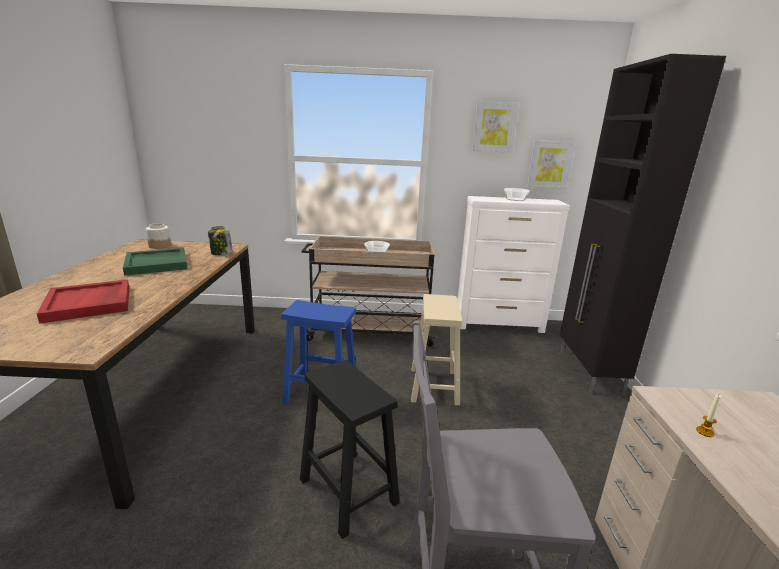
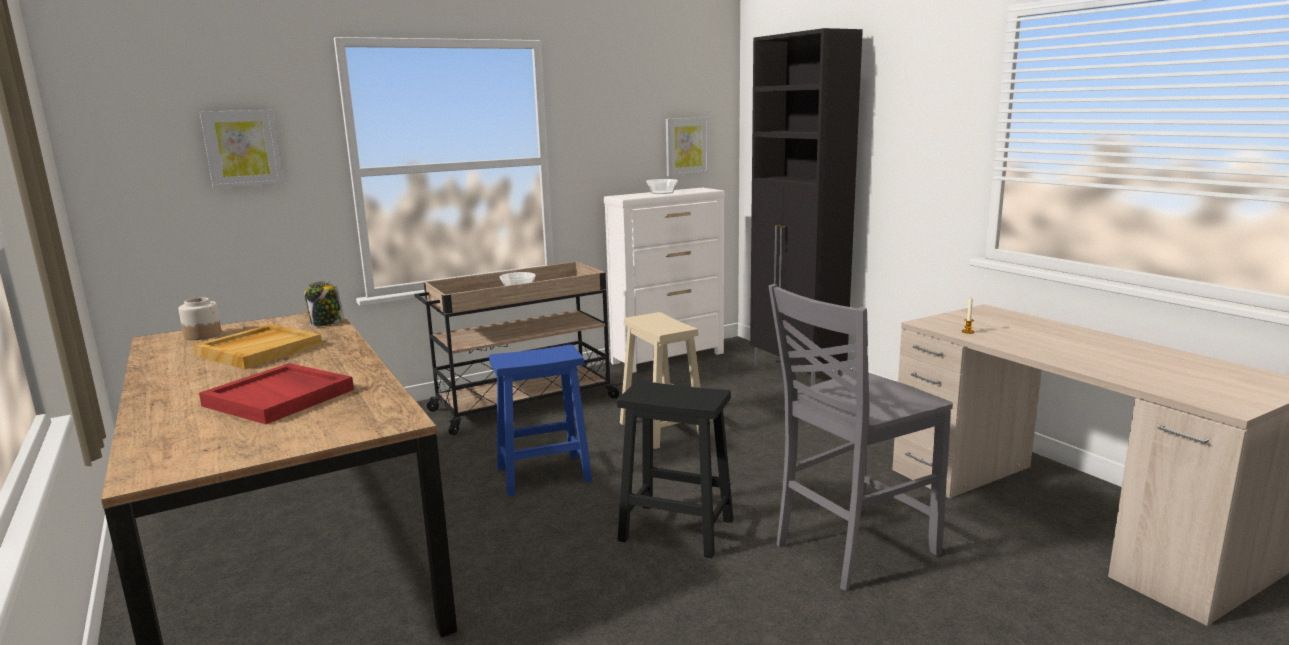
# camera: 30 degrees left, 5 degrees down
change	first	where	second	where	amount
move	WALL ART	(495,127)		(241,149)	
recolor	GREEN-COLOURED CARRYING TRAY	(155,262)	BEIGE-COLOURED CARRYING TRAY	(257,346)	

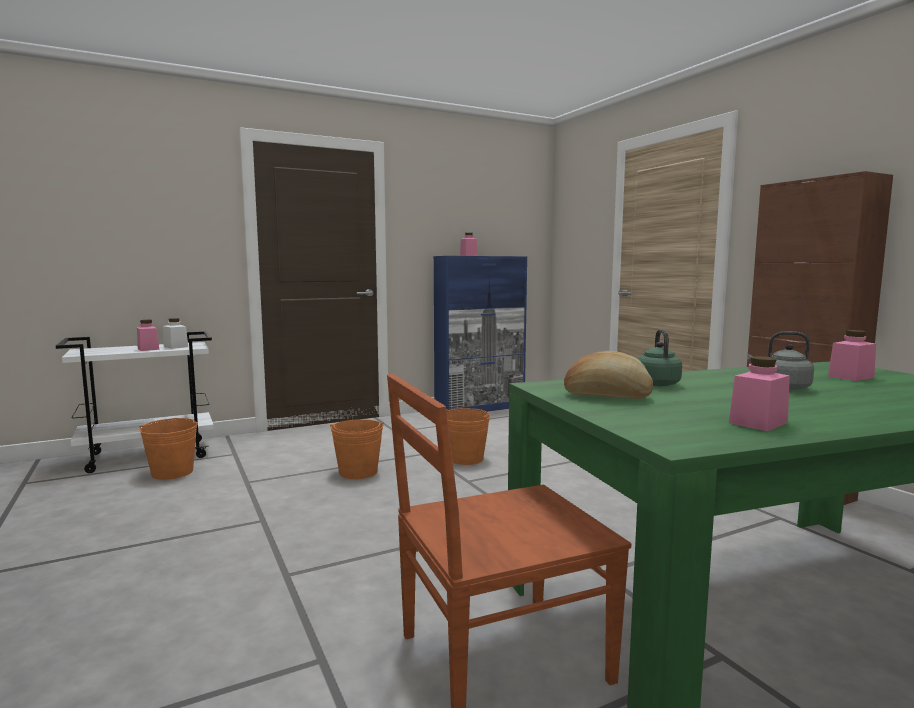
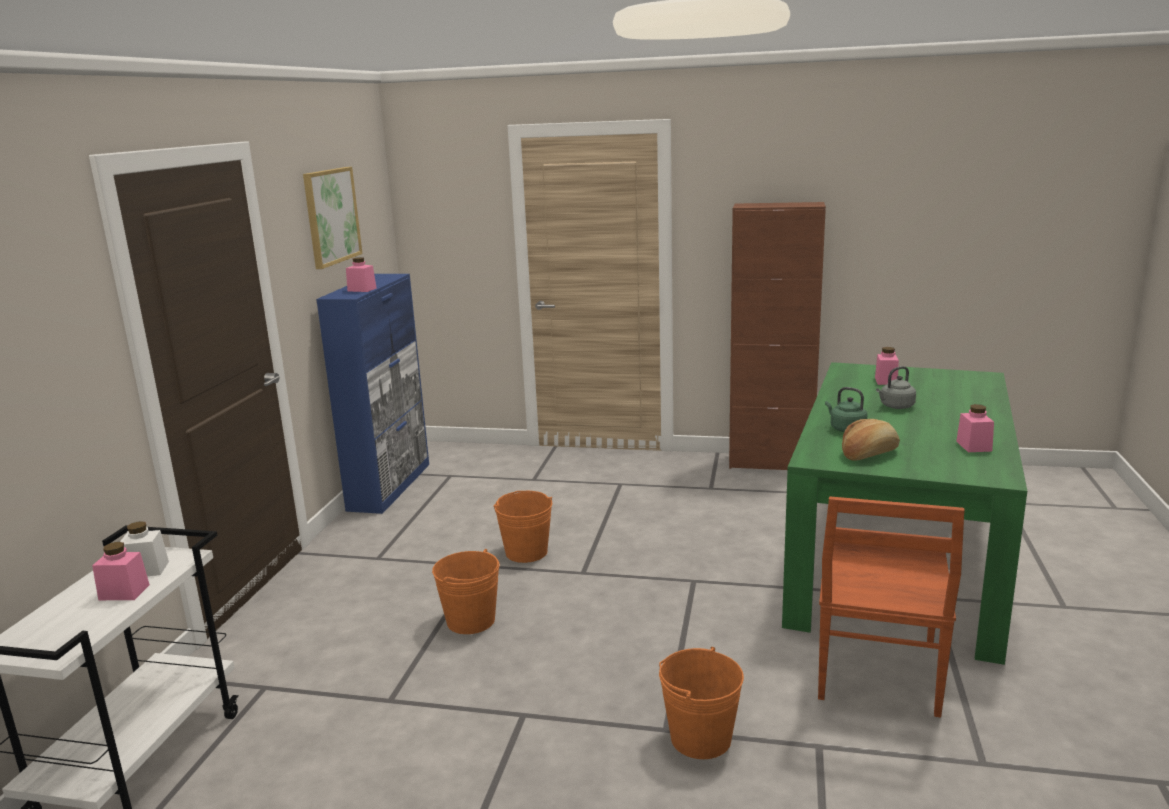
# camera: 50 degrees left, 10 degrees up
change	first	where	second	where	amount
insert			WALL ART	(332,218)	
move	ORANGE WATER BUCKET	(168,449)		(701,703)	

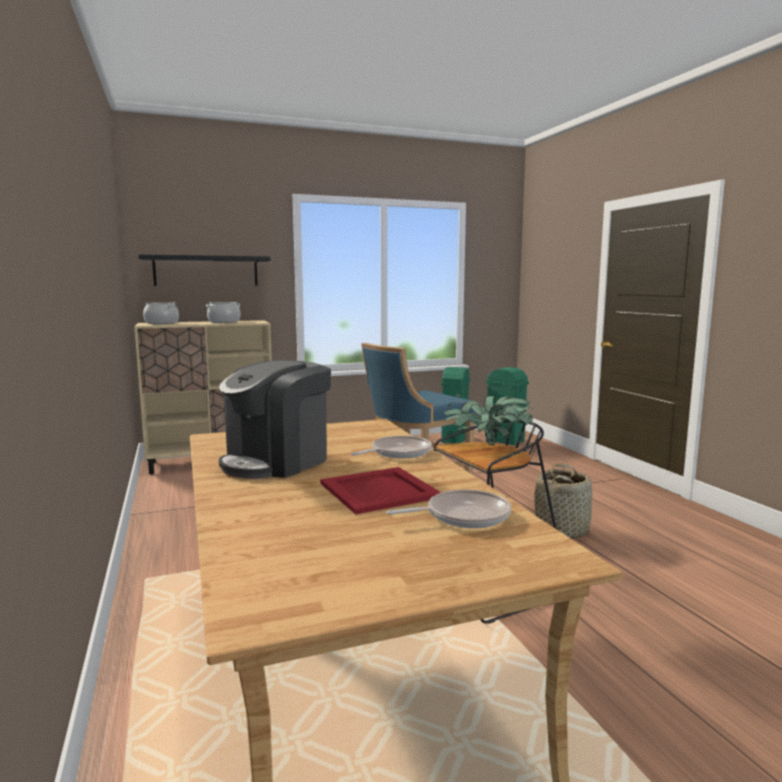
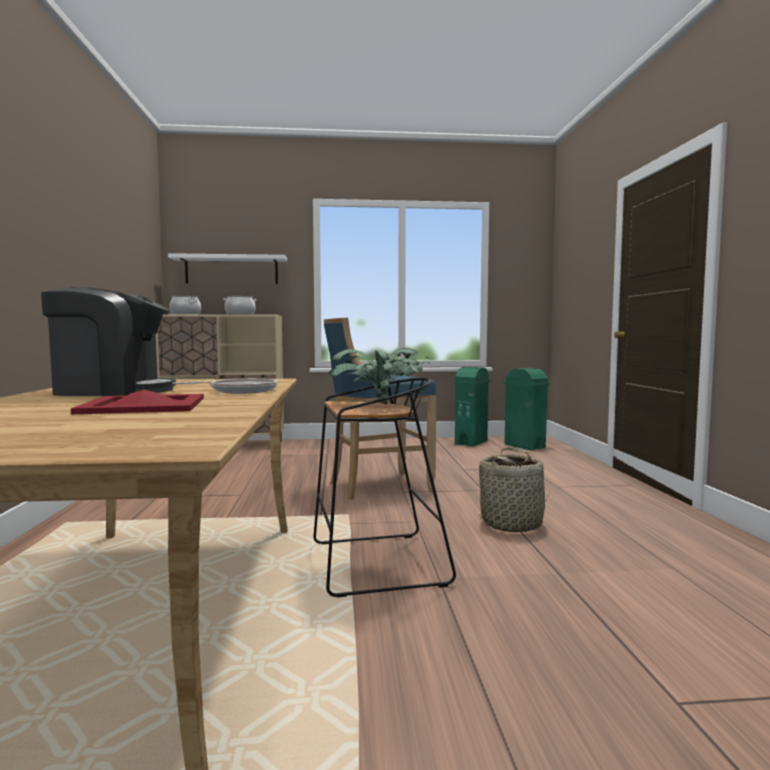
# camera: 15 degrees right, 5 degrees down
change	first	where	second	where	amount
delete	PAN	(448,509)			
recolor	BLACK WALL SHELF	(204,270)	WHITISH WALL SHELF	(227,268)	
rotate	COFFEE BREWER	(275,419)		(108,341)	150 degrees counterclockwise

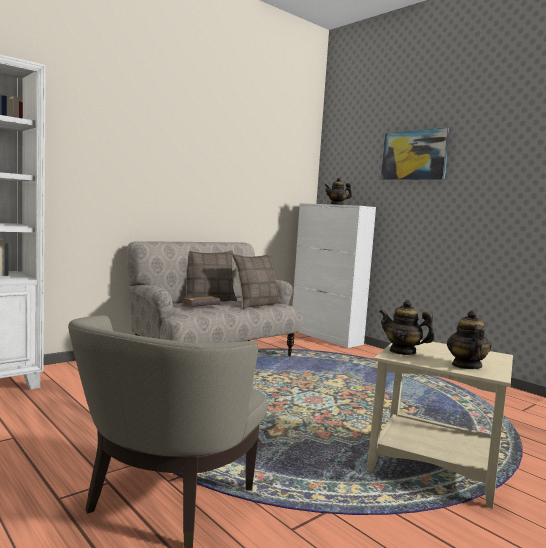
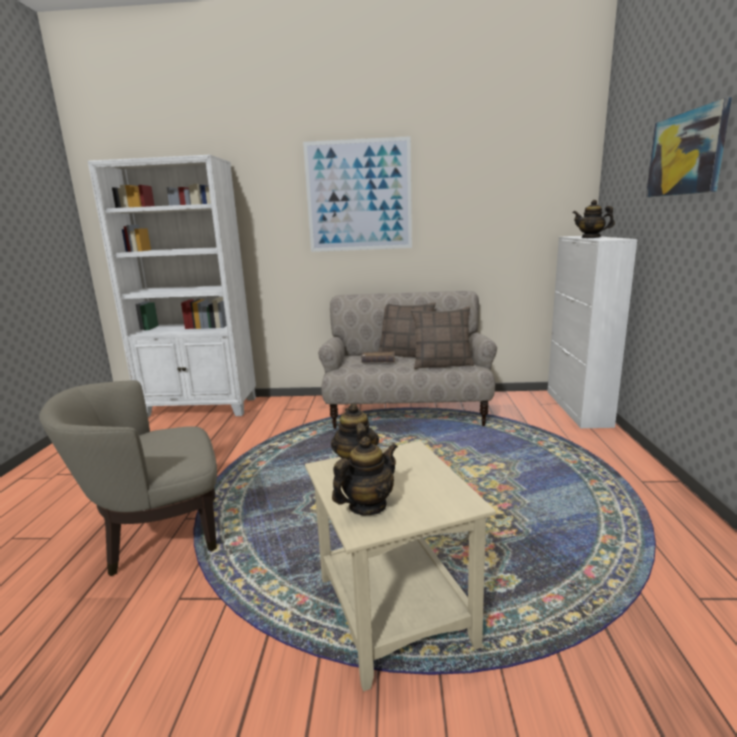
# camera: 45 degrees right, 10 degrees up
change	first	where	second	where	amount
insert			WALL ART	(357,194)	

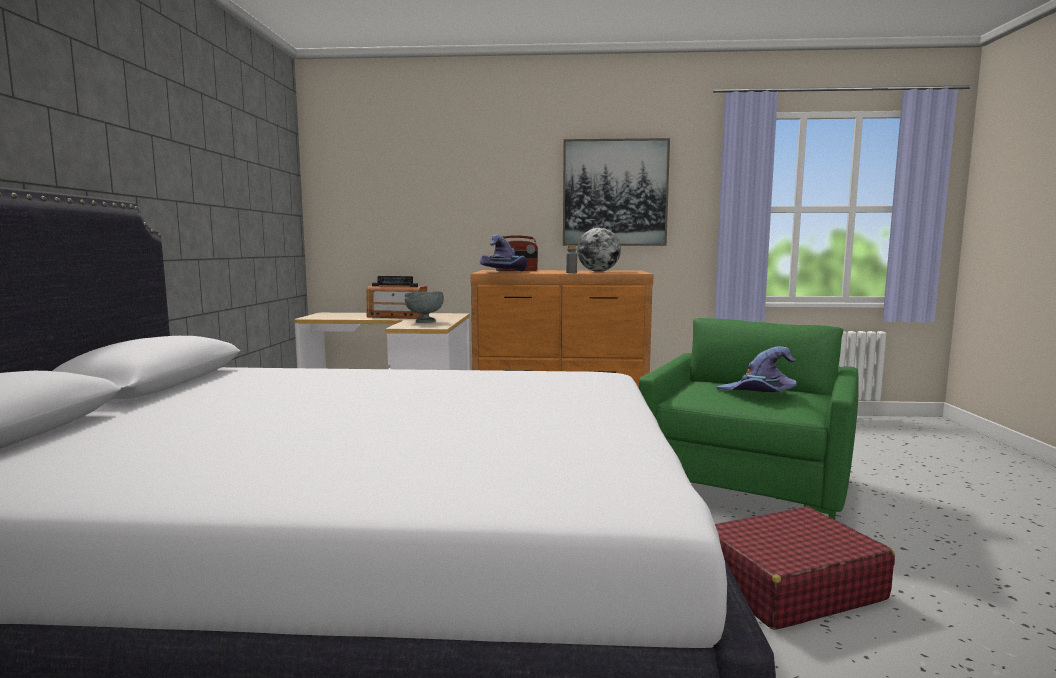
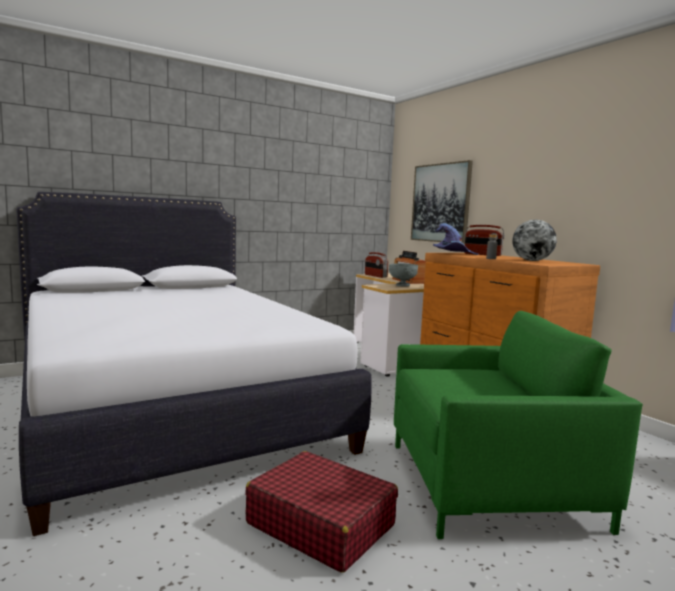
# camera: 55 degrees right, 0 degrees up
change	first	where	second	where	amount
delete	PURPLISH WEARABLE HAT	(756,369)			
insert			RADIO SET	(376,265)	
move	WALL ART	(616,192)		(442,202)	

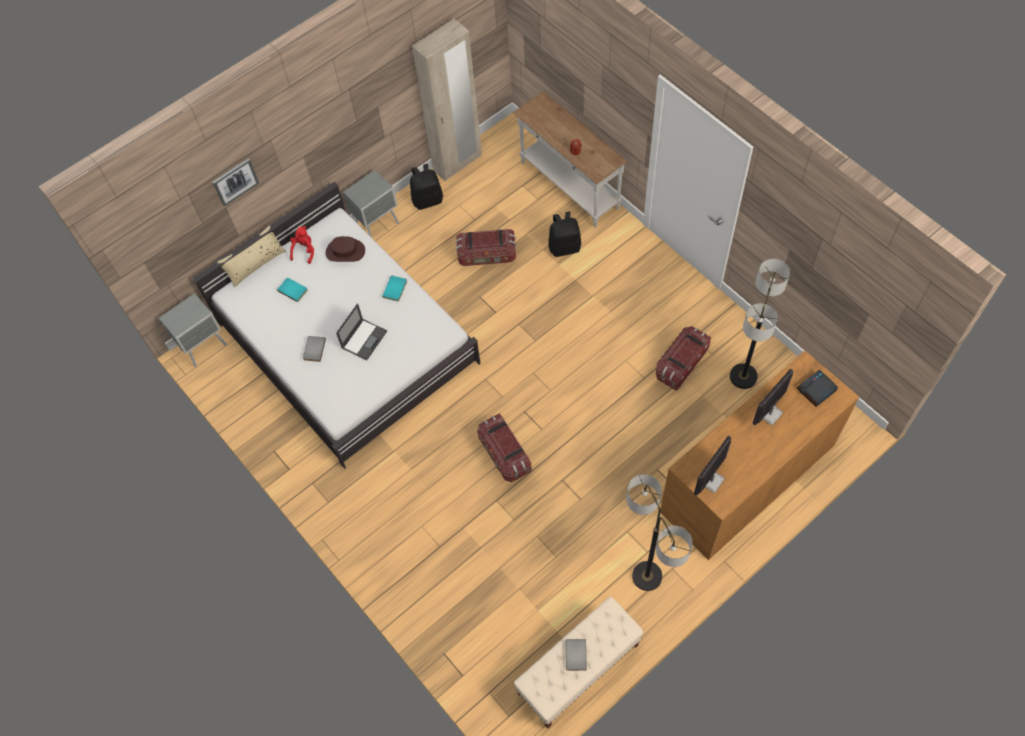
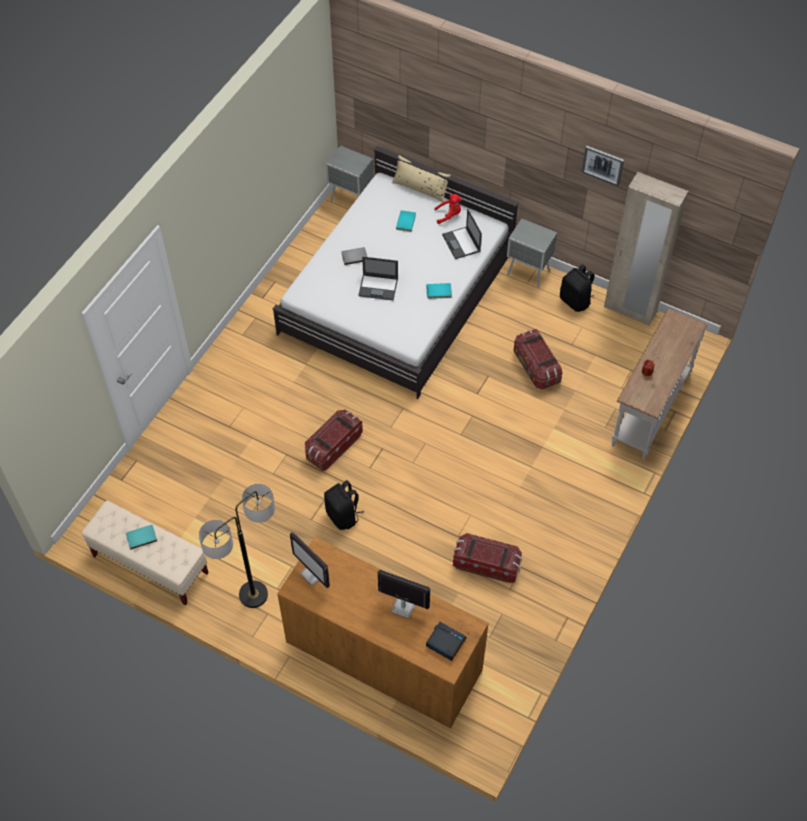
# camera: 65 degrees right, 5 degrees down
change	first	where	second	where	amount
delete	STANDING LAMP	(760,324)			
move	WALL ART	(236,182)		(603,166)	
move	BLACK BACKPACK	(564,234)		(344,505)	
replace	BROWN WEARABLE HAT	(345,249)	LAPTOP	(462,234)	
recolor	GRAY BOUND BOOK	(576,655)	TURQUOISE-COLOURED BOUND BOOK	(141,537)	
rotate	COMPUTER SCREEN	(713,465)		(310,560)	150 degrees counterclockwise

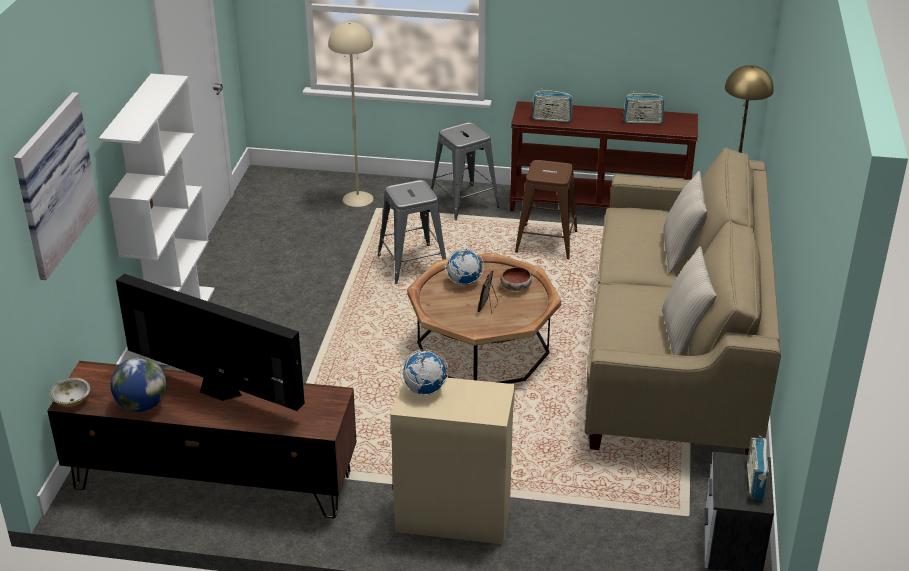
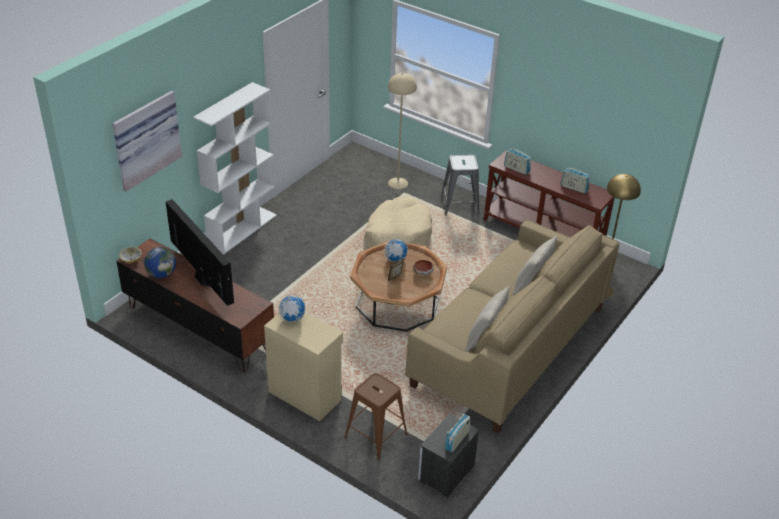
# camera: 25 degrees right, 5 degrees up
change	first	where	second	where	amount
move	BROWN SITTING STOOL	(546,209)		(375,416)	
replace	GRAY SITTING STOOL	(412,232)	BEIGE-COLOURED PET BED	(398,222)	

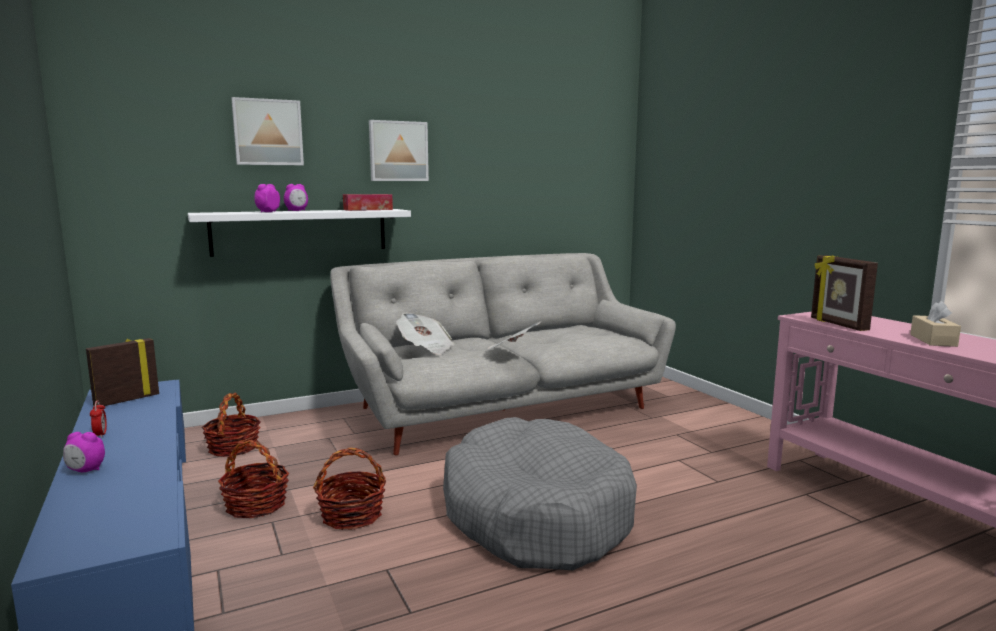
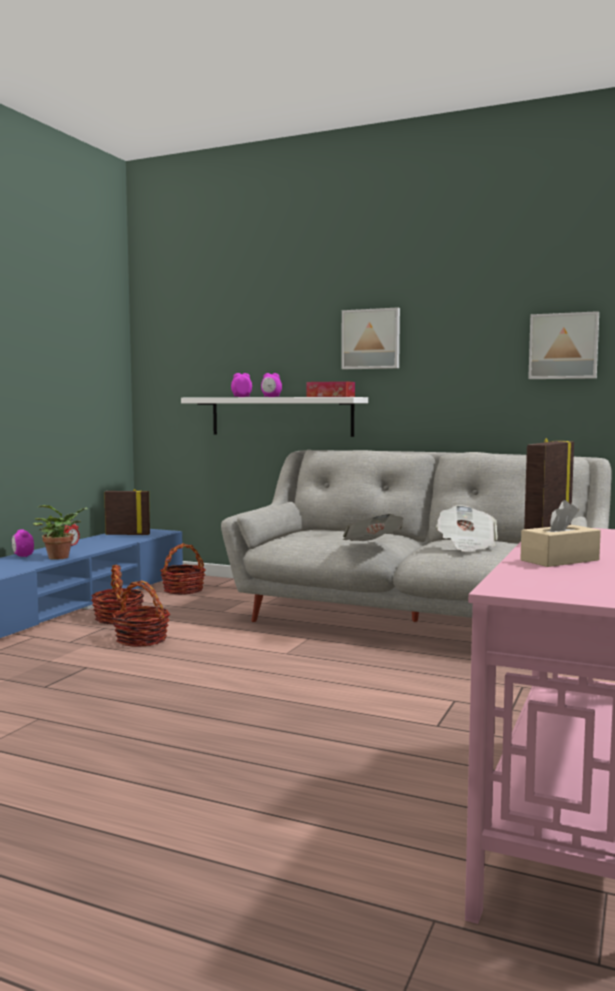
# camera: 50 degrees right, 5 degrees down
change	first	where	second	where	amount
delete	GRAY PET BED	(540,493)			
insert			POTTED PLANT	(61,532)	
move	WALL ART	(267,131)		(563,345)	
move	DAILY PAPER	(425,334)		(467,528)	

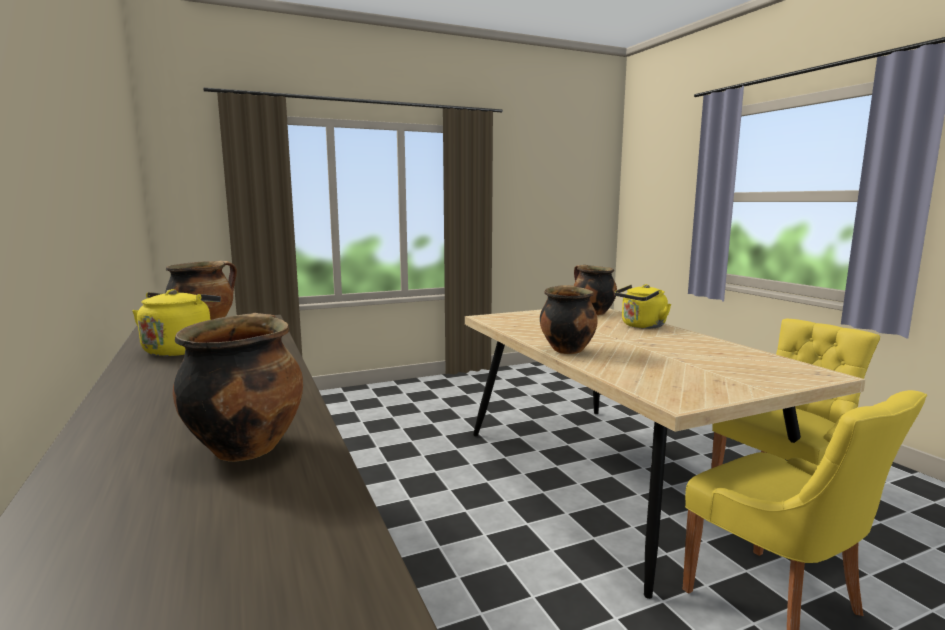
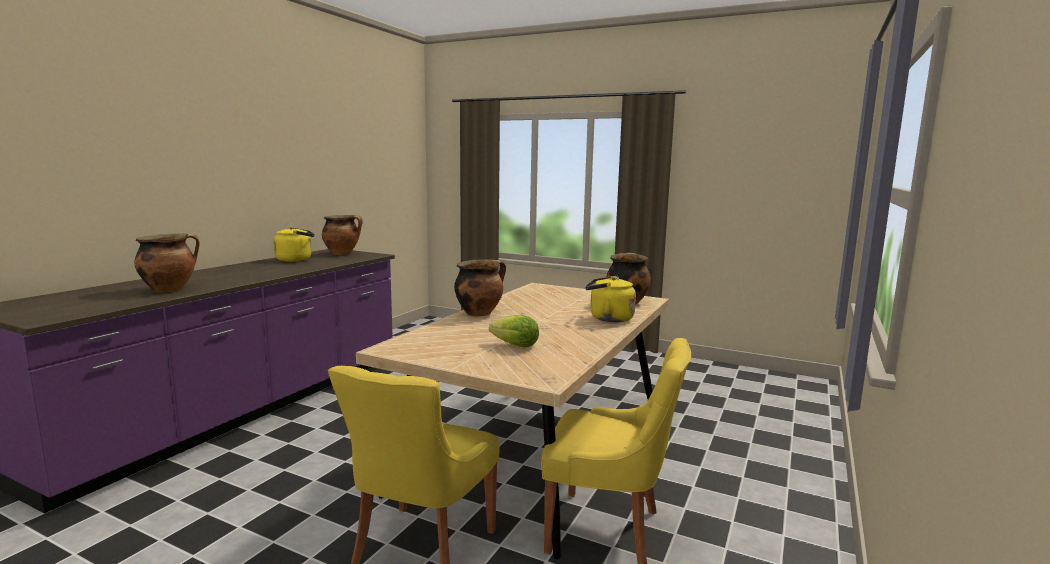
# camera: 50 degrees right, 0 degrees up
change	first	where	second	where	amount
insert			LETTUCE	(514,331)	

